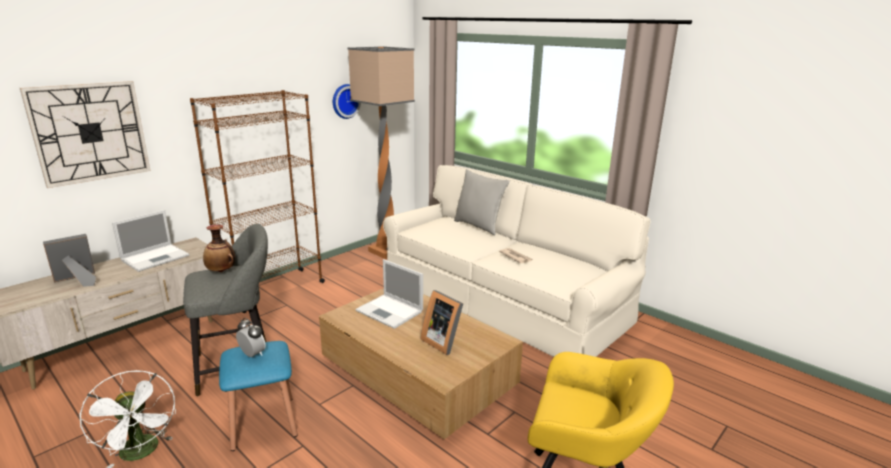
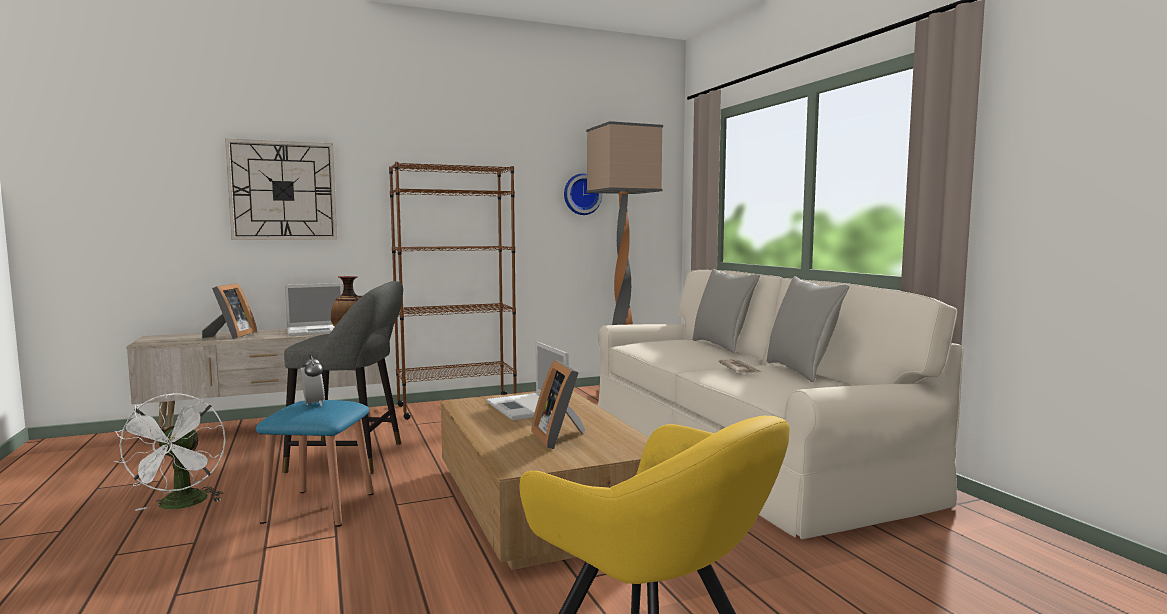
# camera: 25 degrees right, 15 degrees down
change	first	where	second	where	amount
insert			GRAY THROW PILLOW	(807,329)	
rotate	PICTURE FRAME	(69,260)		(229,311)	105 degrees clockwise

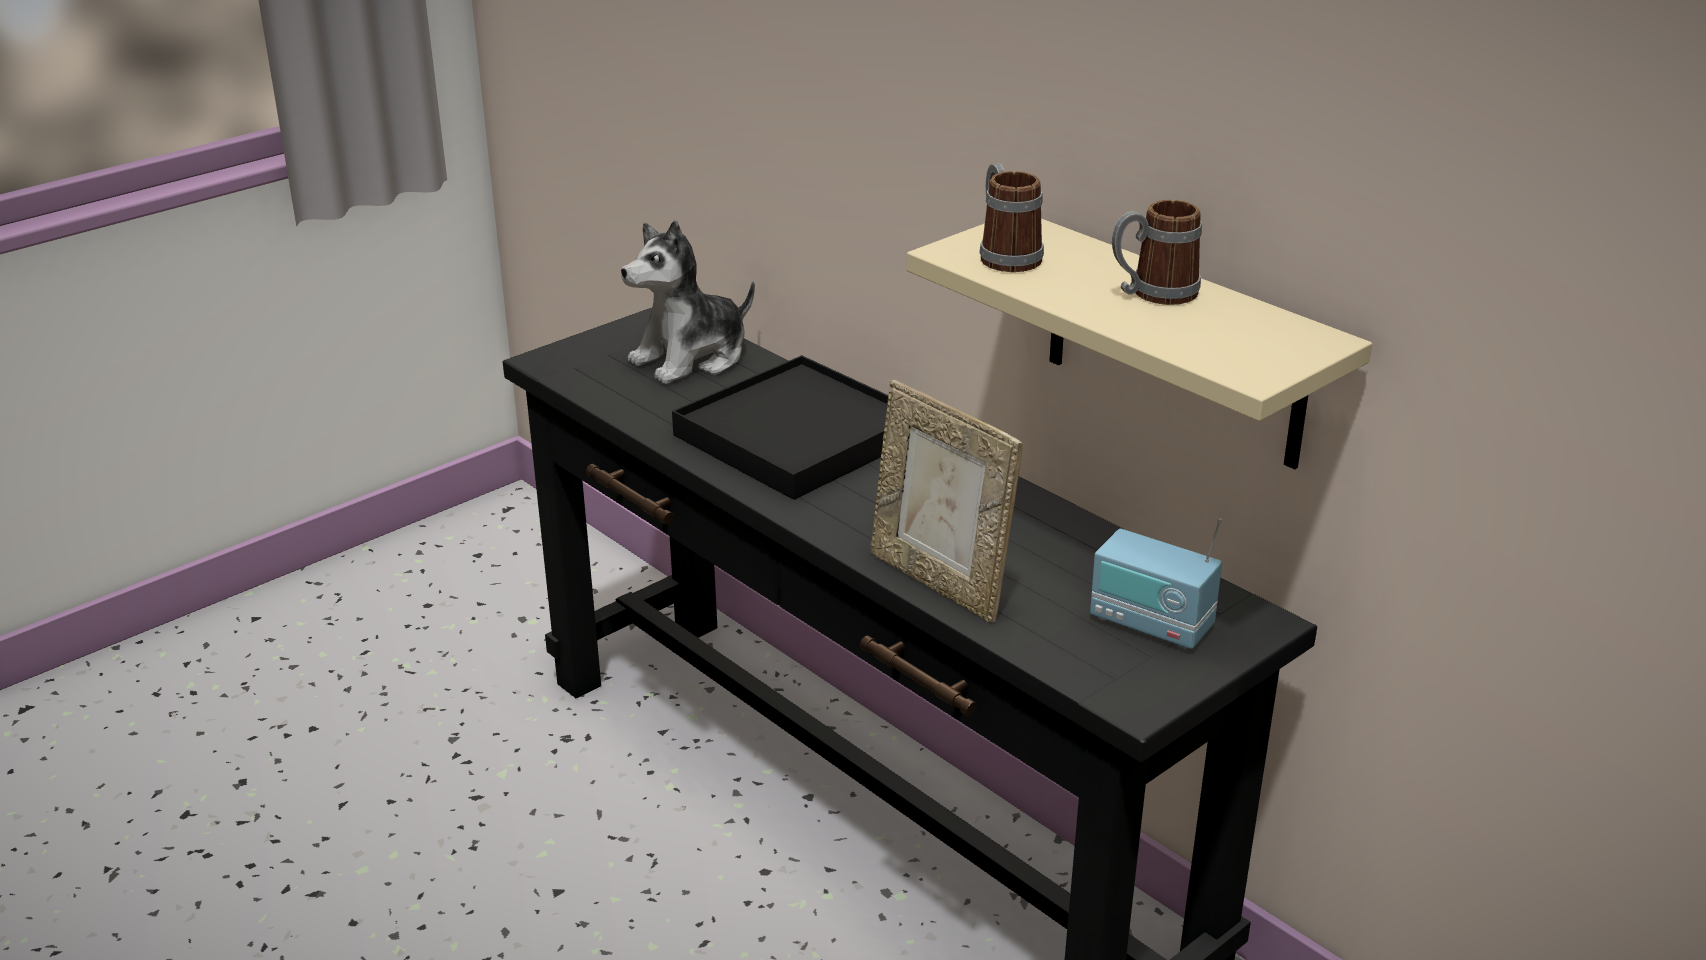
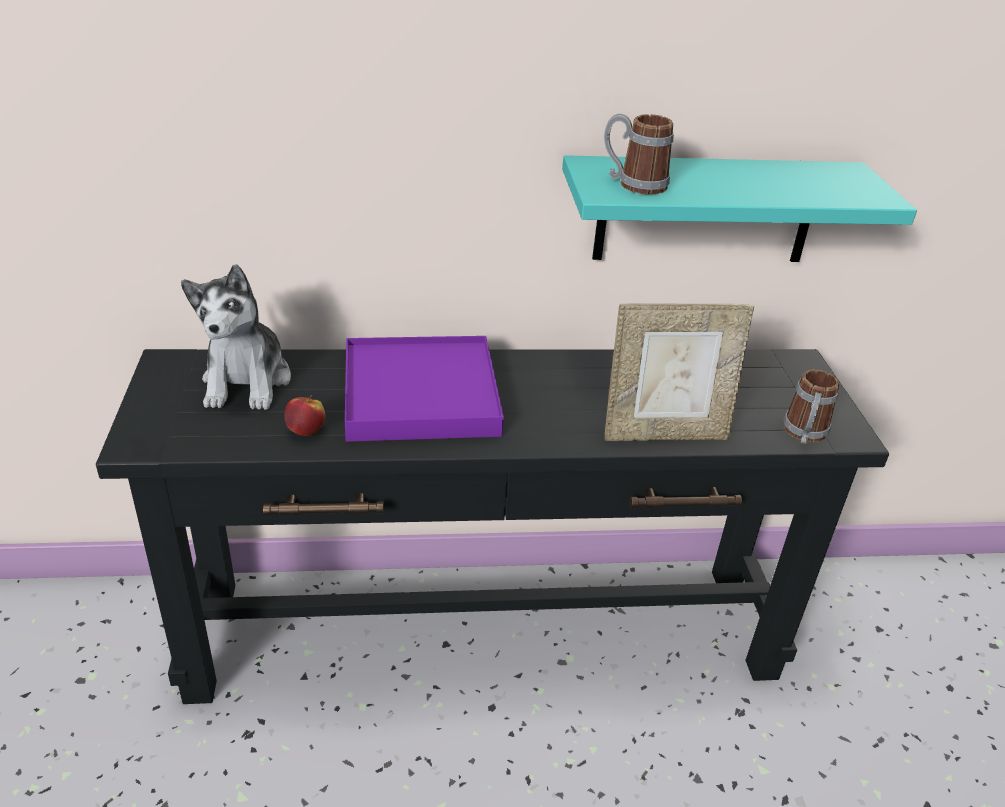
# camera: 55 degrees left, 5 degrees up
change	first	where	second	where	amount
delete	RADIO SET	(1156,583)			
insert			APPLE	(304,415)	
move	COFFEE MUG	(1157,252)		(811,406)	
recolor	BLACK CARRYING TRAY	(780,427)	PURPLISH CARRYING TRAY	(424,389)	
recolor	BEIGE-COLOURED WALL SHELF	(1139,344)	TURQUOISE-COLOURED WALL SHELF	(739,208)	

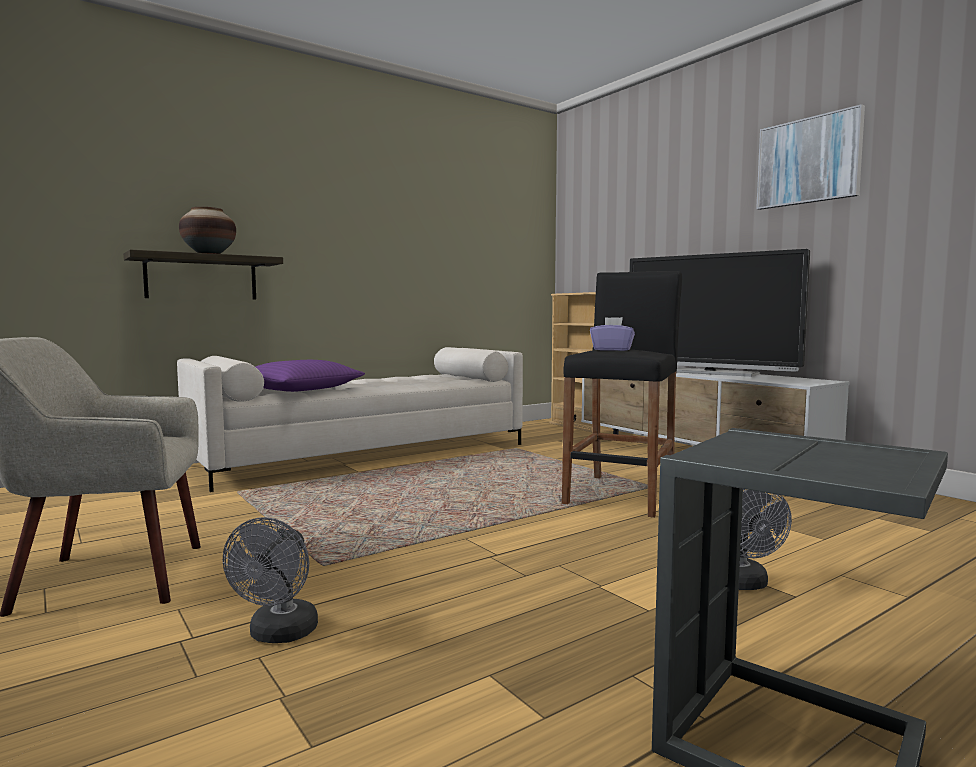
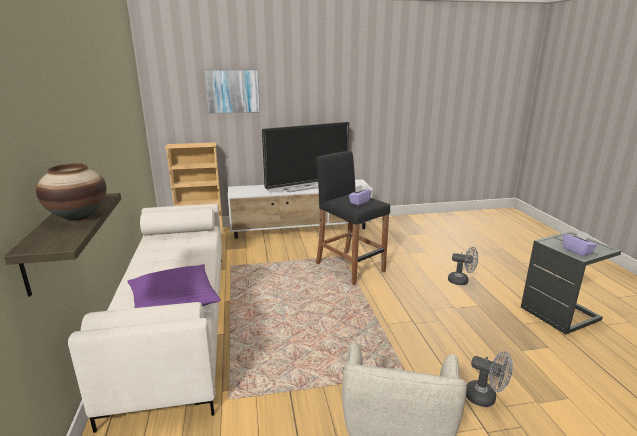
# camera: 65 degrees left, 15 degrees up
change	first	where	second	where	amount
insert			PURPLISH TISSUE HOLDER	(580,243)	
move	WALL ART	(810,157)		(232,91)	

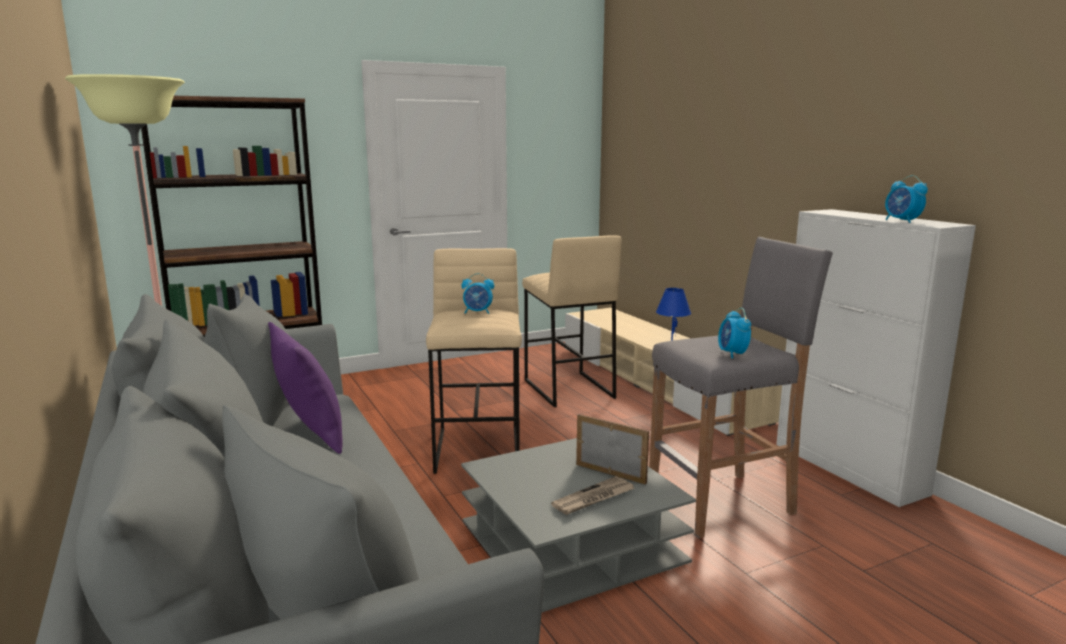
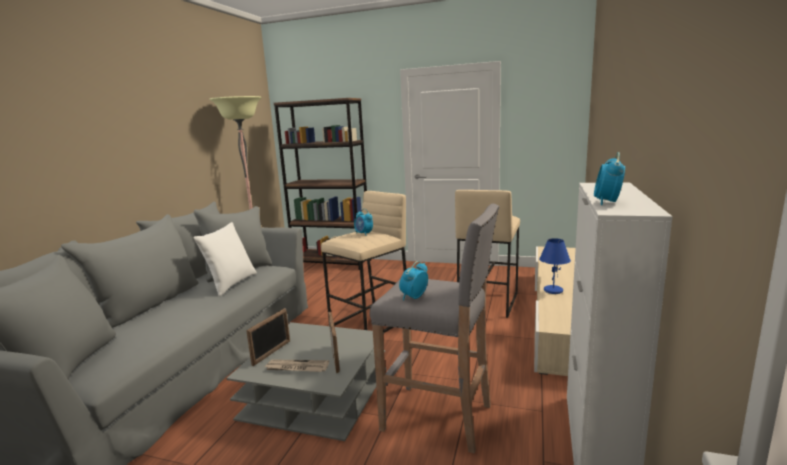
# camera: 45 degrees right, 0 degrees up
change	first	where	second	where	amount
insert			PICTURE FRAME	(268,337)	
recolor	PURPLISH THROW PILLOW	(305,388)	WHITISH THROW PILLOW	(225,259)	

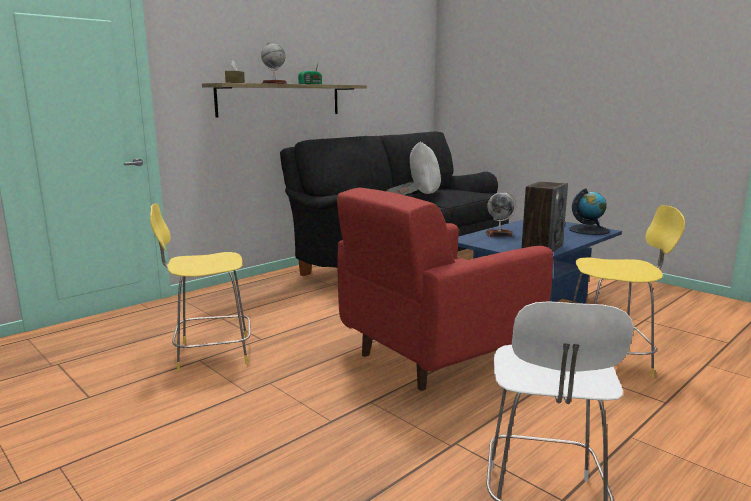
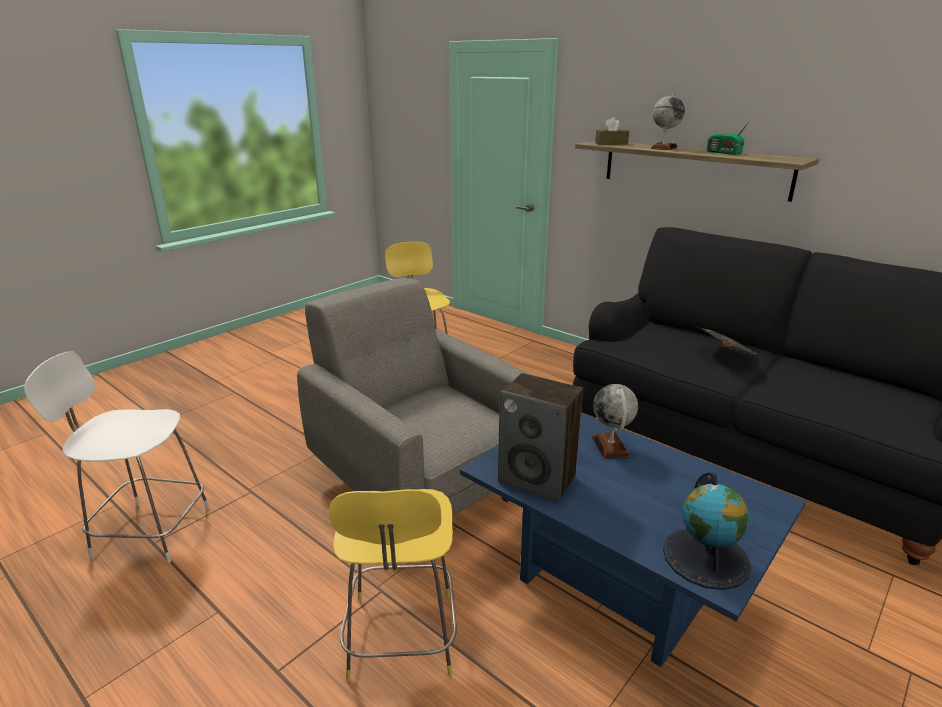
# camera: 85 degrees right, 10 degrees up
change	first	where	second	where	amount
delete	WHITISH THROW PILLOW	(425,168)			
recolor	RED-COLOURED EASY CHAIR	(445,289)	GRAY EASY CHAIR	(414,397)	

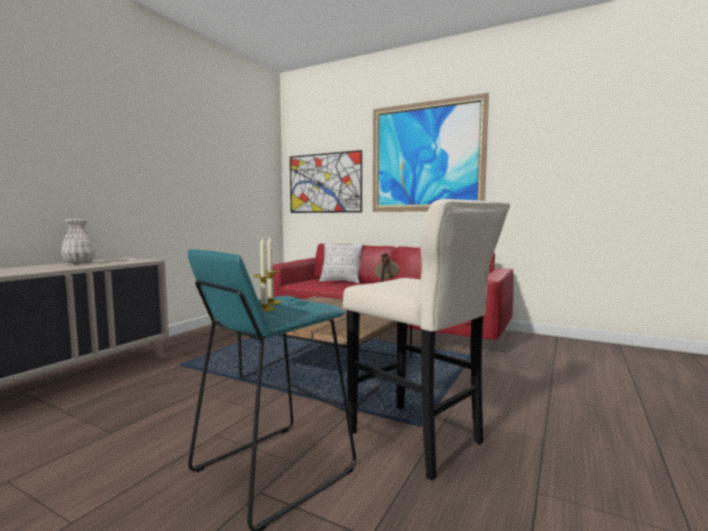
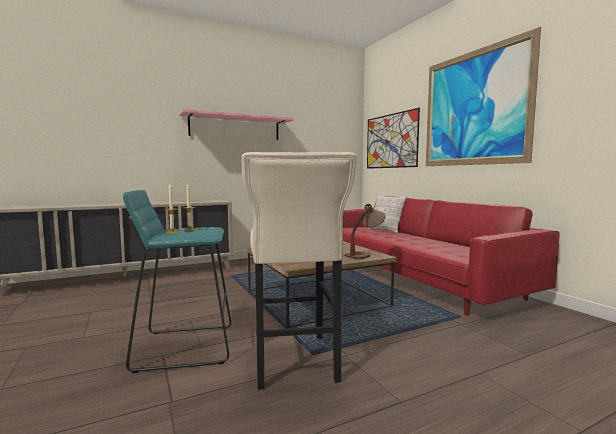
# camera: 35 degrees right, 0 degrees up
change	first	where	second	where	amount
delete	WHITISH DECORATIVE VASE	(78,241)			
insert			PINK-COLOURED WALL SHELF	(236,124)	

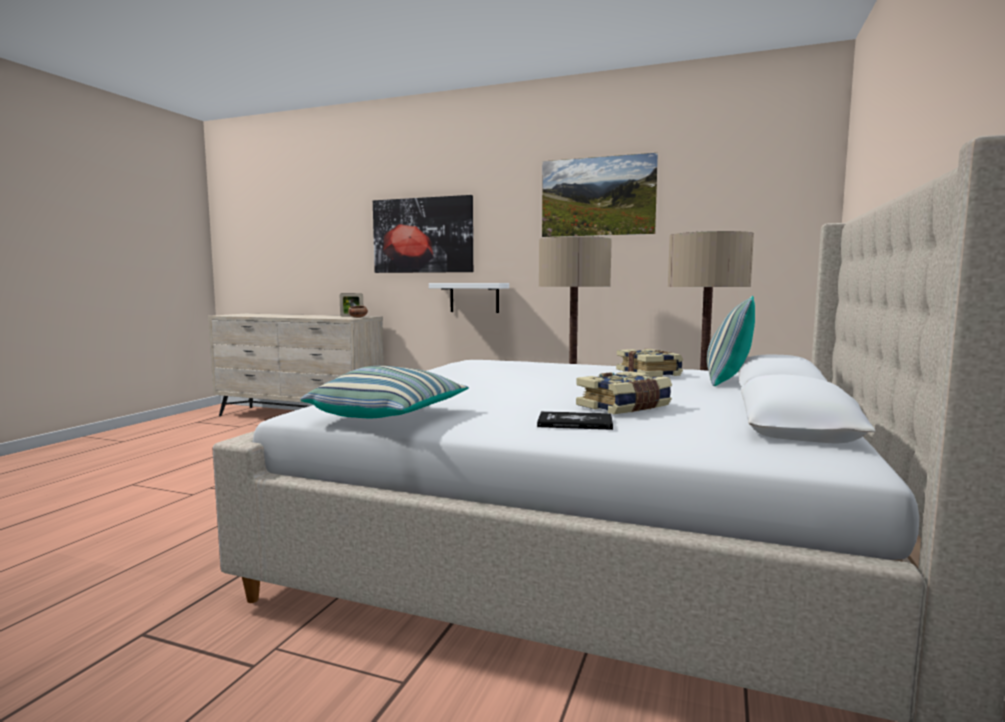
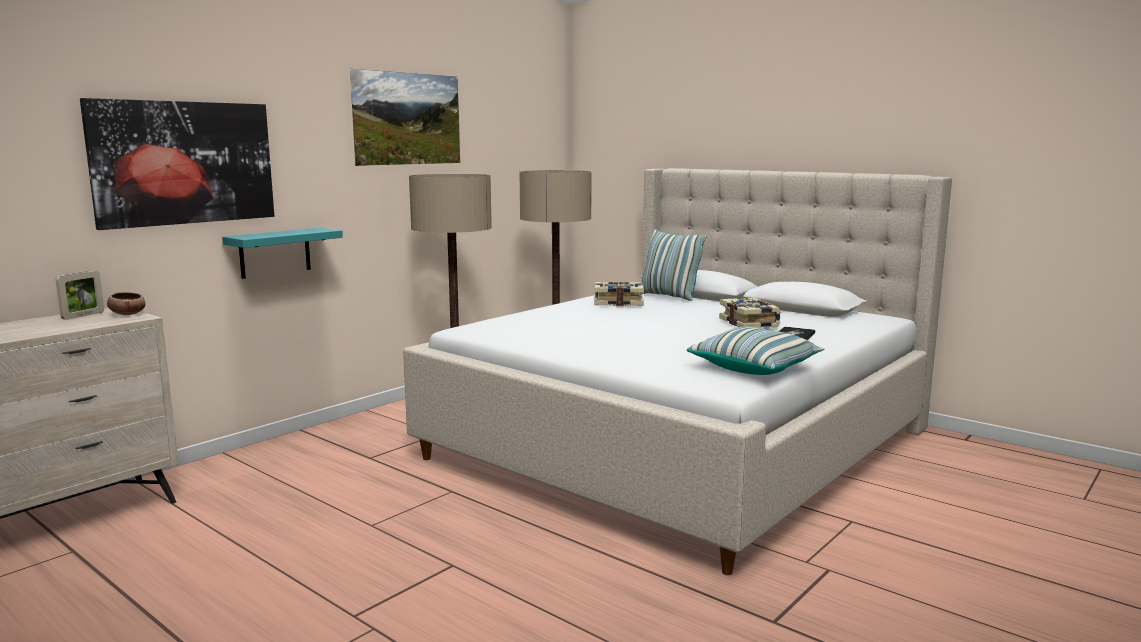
# camera: 70 degrees left, 5 degrees up
change	first	where	second	where	amount
recolor	WHITISH WALL SHELF	(469,298)	TURQUOISE-COLOURED WALL SHELF	(282,253)	

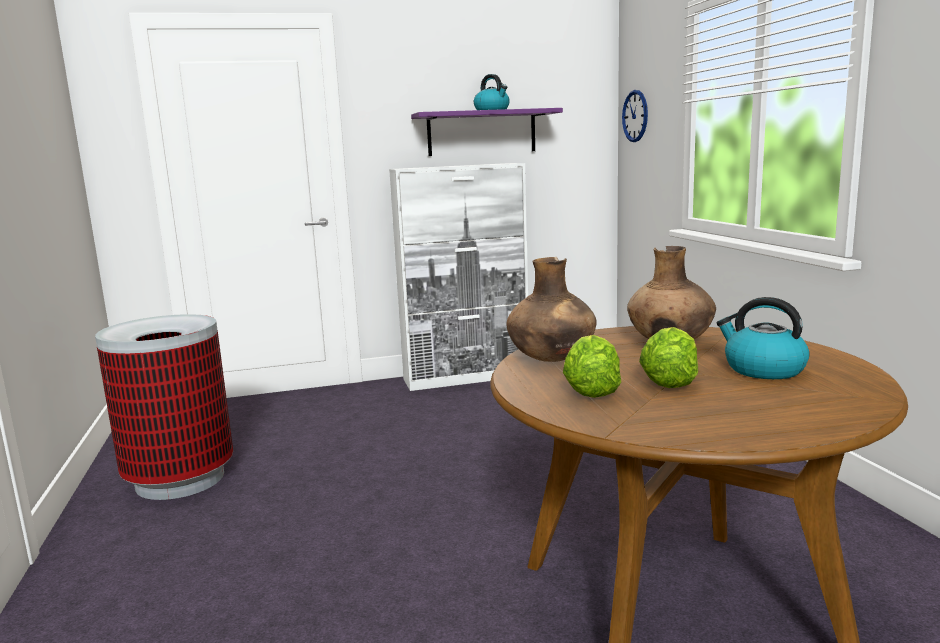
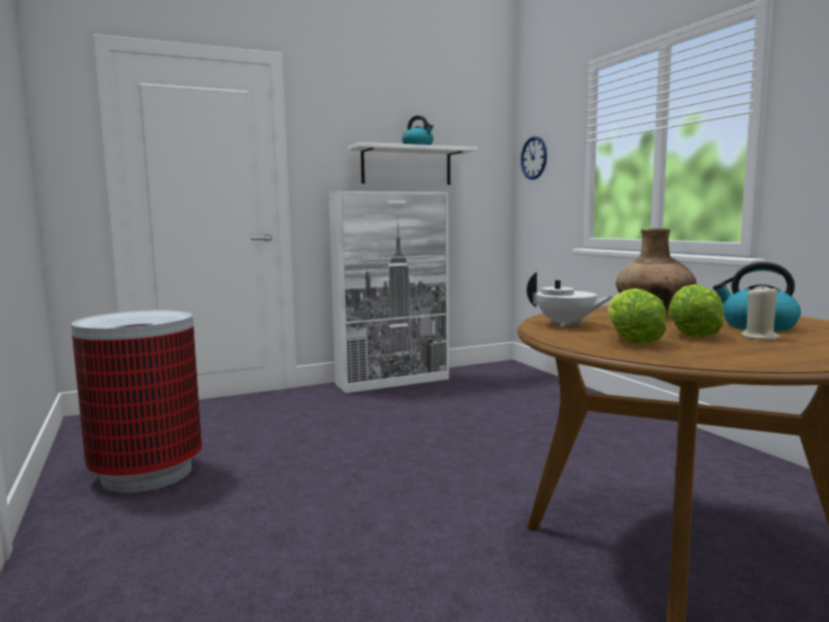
# camera: 10 degrees left, 5 degrees down
change	first	where	second	where	amount
insert			BEIGE-COLOURED WAX LIGHT	(760,312)	
replace	BROWN DECORATIVE VASE	(551,309)	WHITISH TEA POT	(570,299)	
recolor	PURPLISH WALL SHELF	(487,132)	WHITISH WALL SHELF	(413,163)	

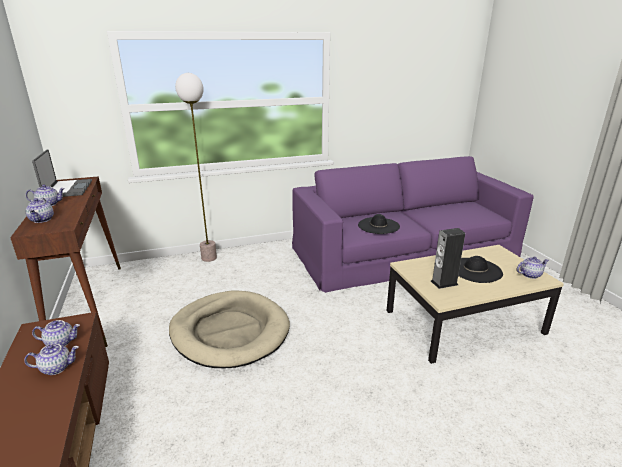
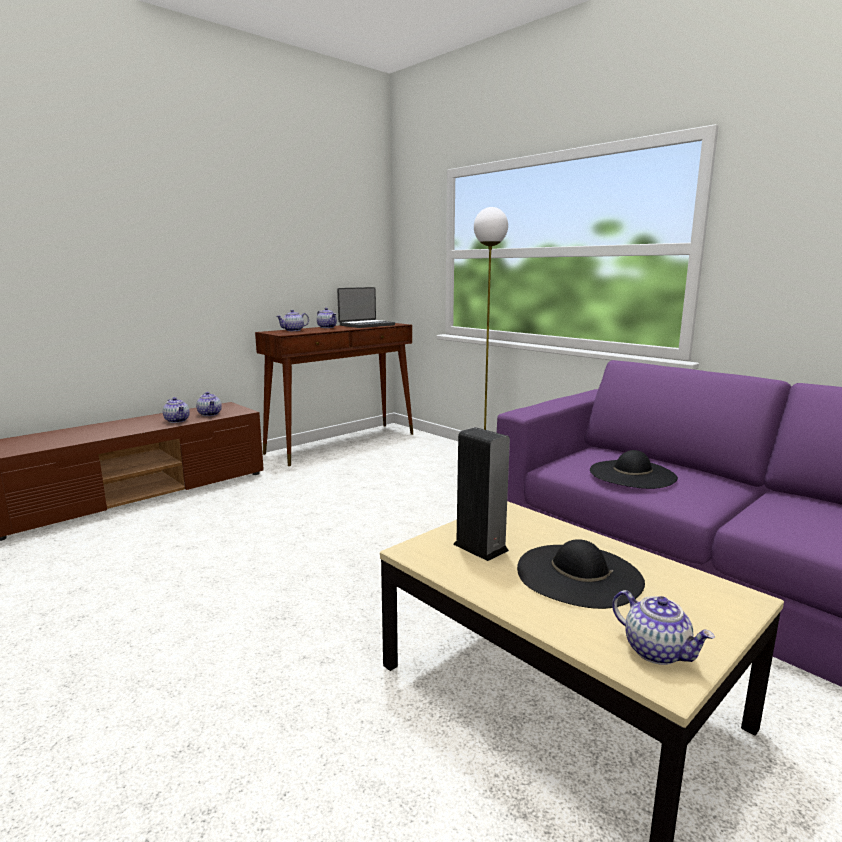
# camera: 65 degrees right, 10 degrees down
change	first	where	second	where	amount
delete	BEIGE-COLOURED PET BED	(229,329)			

